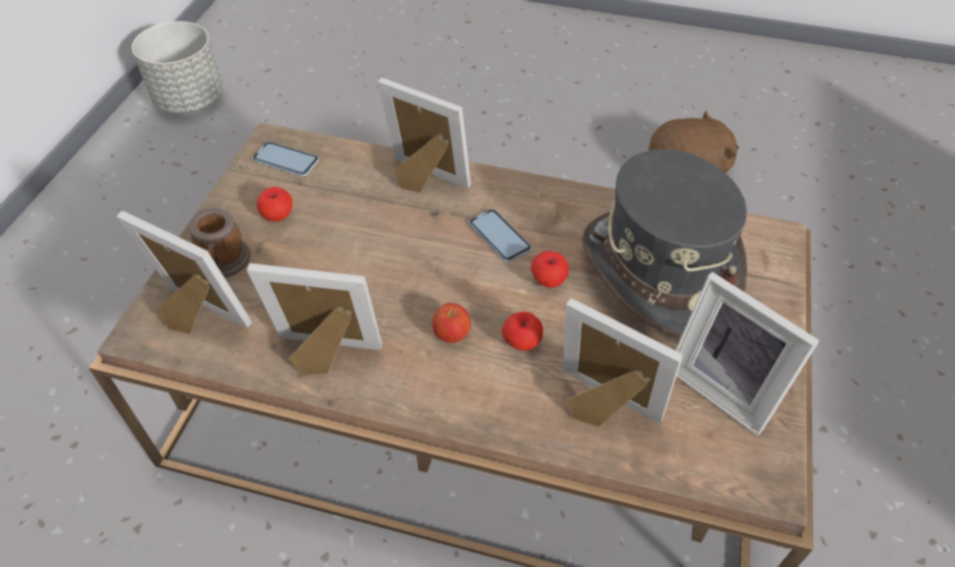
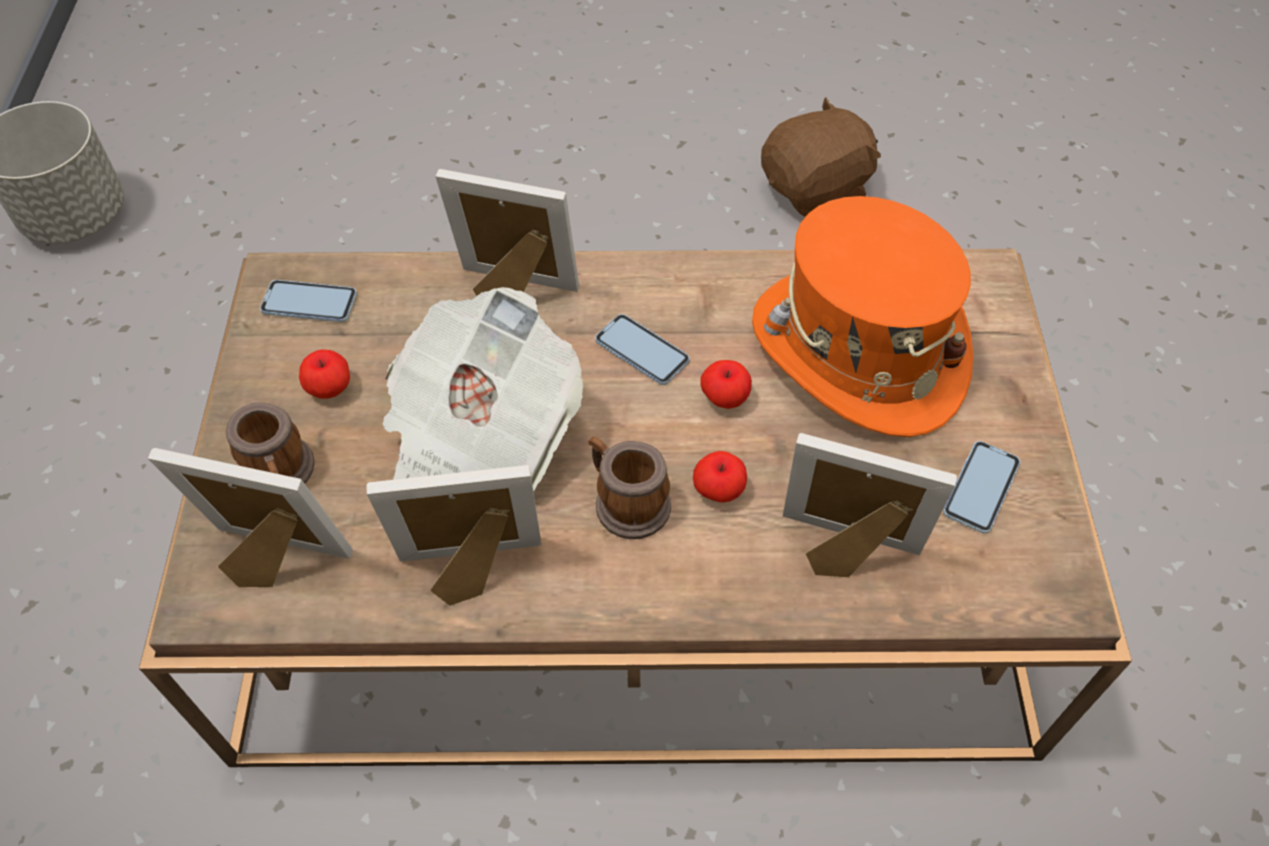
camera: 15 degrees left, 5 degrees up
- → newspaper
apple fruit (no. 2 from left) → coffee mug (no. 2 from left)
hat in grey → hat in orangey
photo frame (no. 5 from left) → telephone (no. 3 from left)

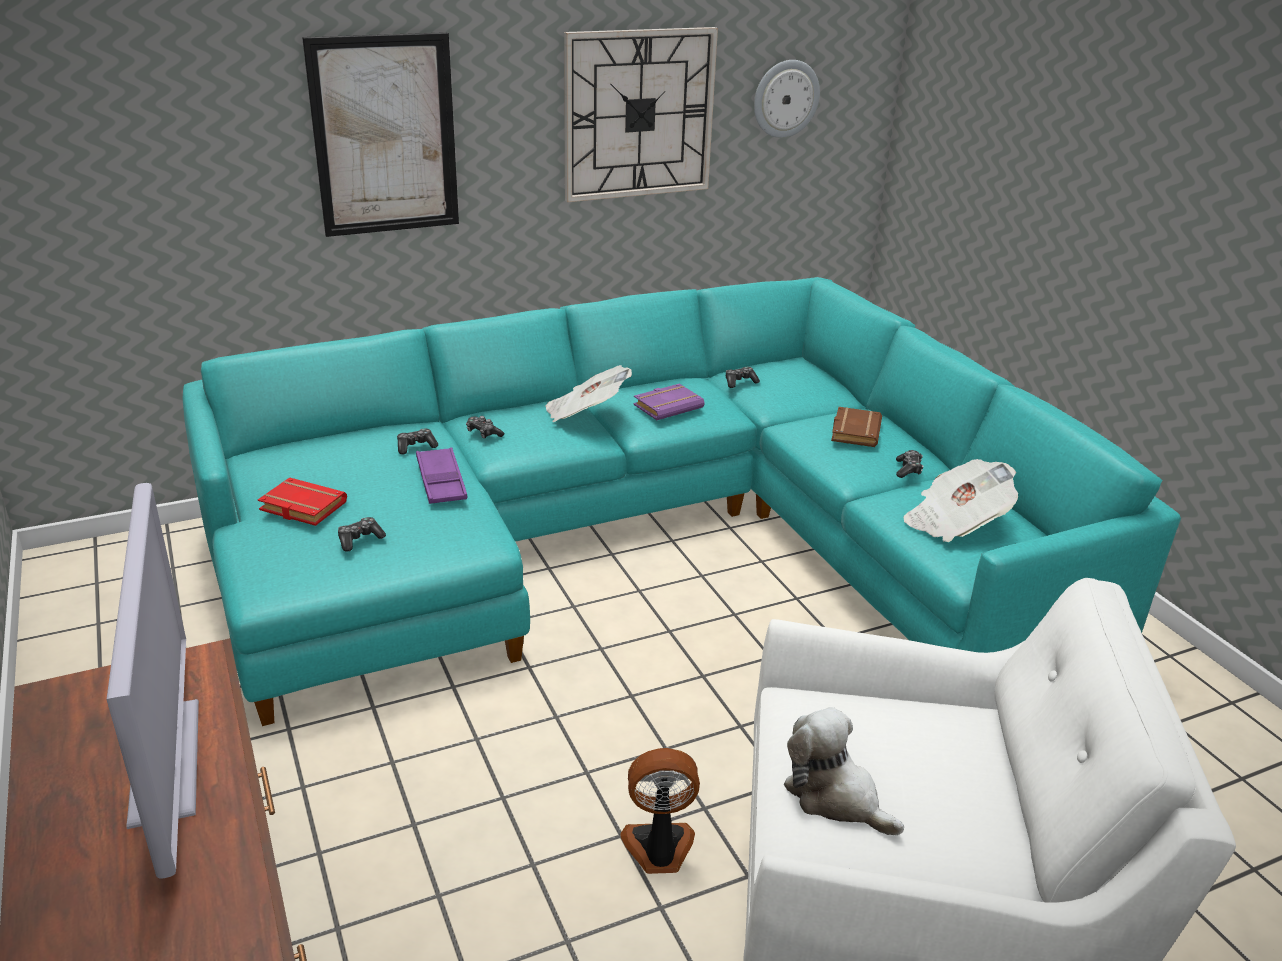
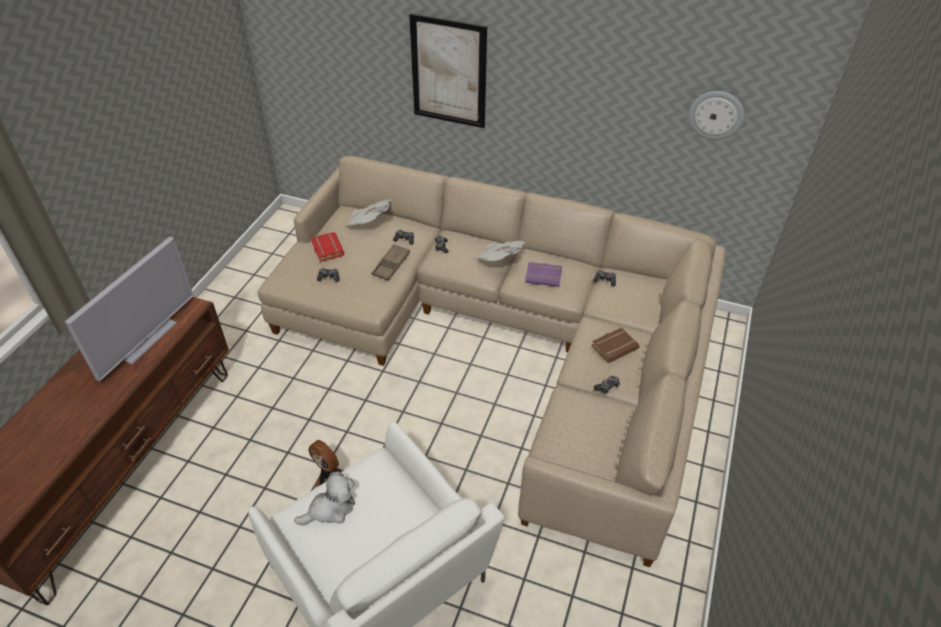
camera: 45 degrees right, 15 degrees up
couch in turquoise-coloured → couch in sand-coloured
cuddly toy, 60 degrees clockwise
newspaper (no. 2 from left in the first image) → newspaper (no. 1 from left), shifted
carrying tray in purple → carrying tray in brownish
hanging clock (no. 1 from left) → -

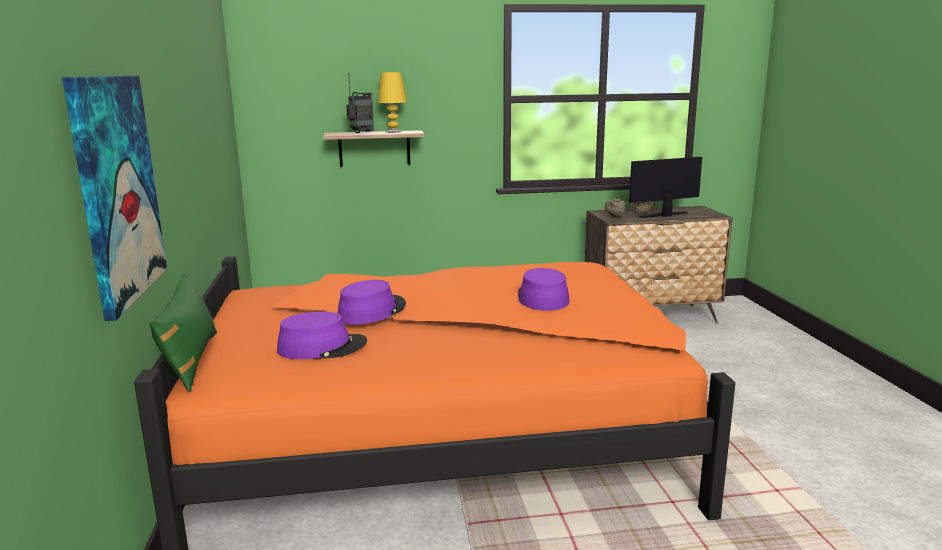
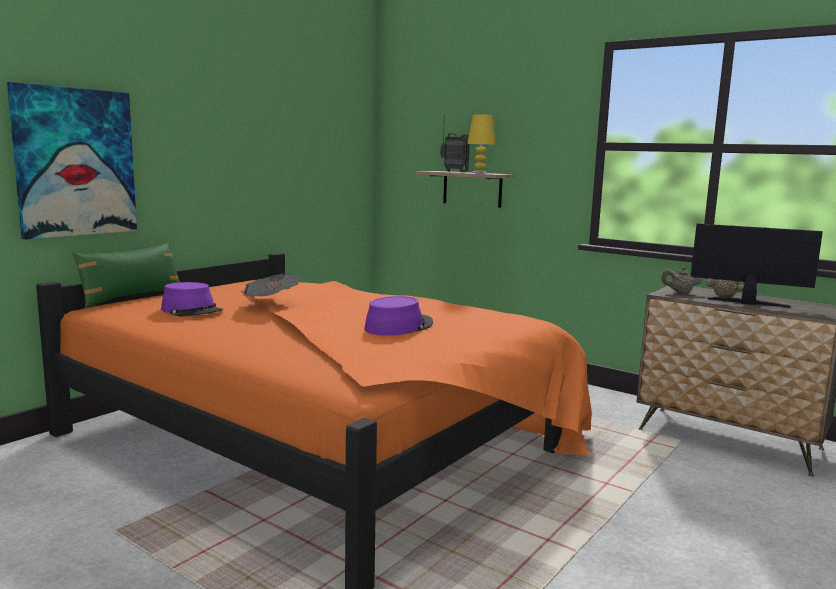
camera: 45 degrees right, 5 degrees down
hat in purple (no. 2 from left) → newspaper

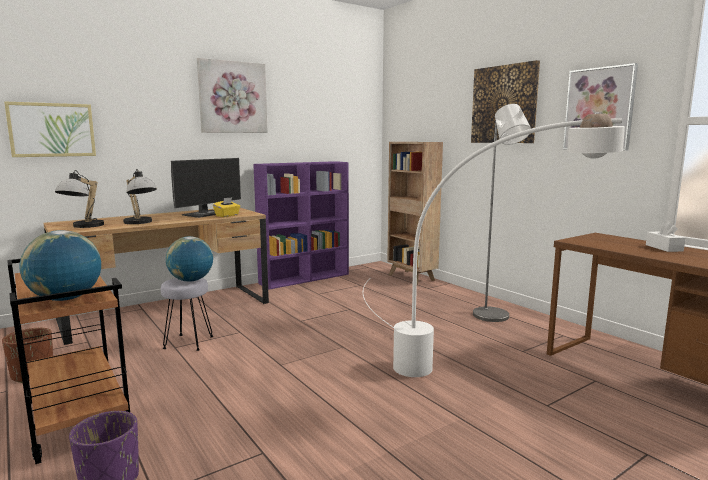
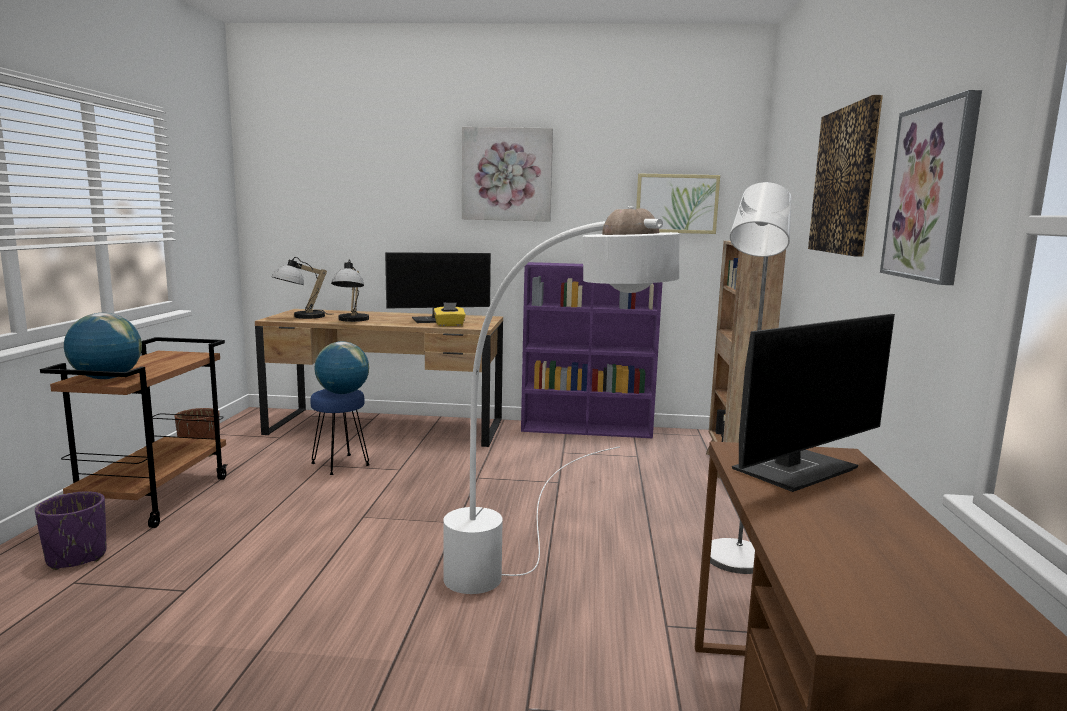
camera: 40 degrees right, 0 degrees up
sitting stool in grey → sitting stool in blue
wall art (no. 1 from left in the first image) → wall art (no. 2 from left), shifted
- → computer screen (no. 2 from left)
tissue holder in white-coloured → -

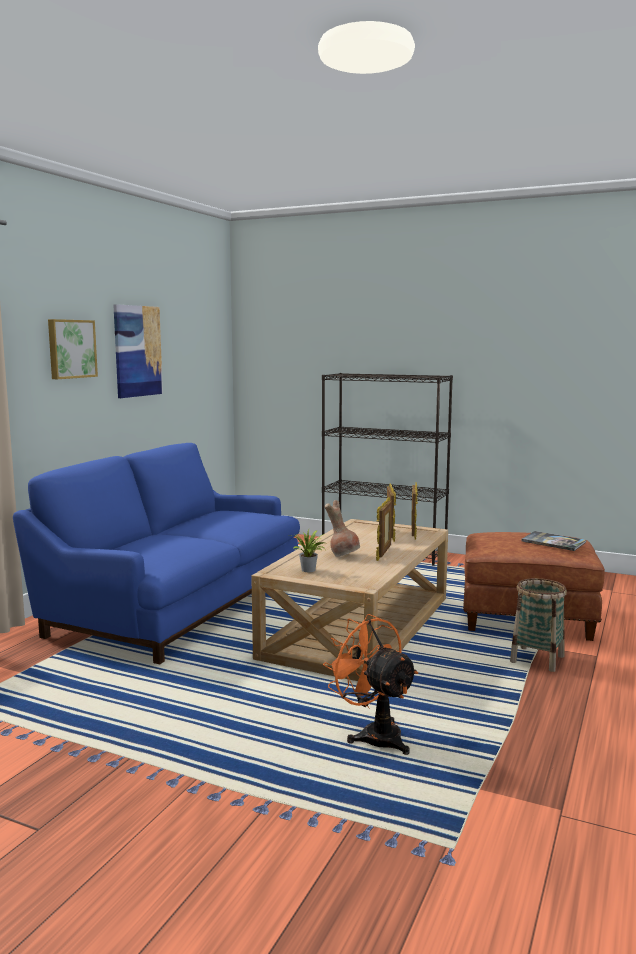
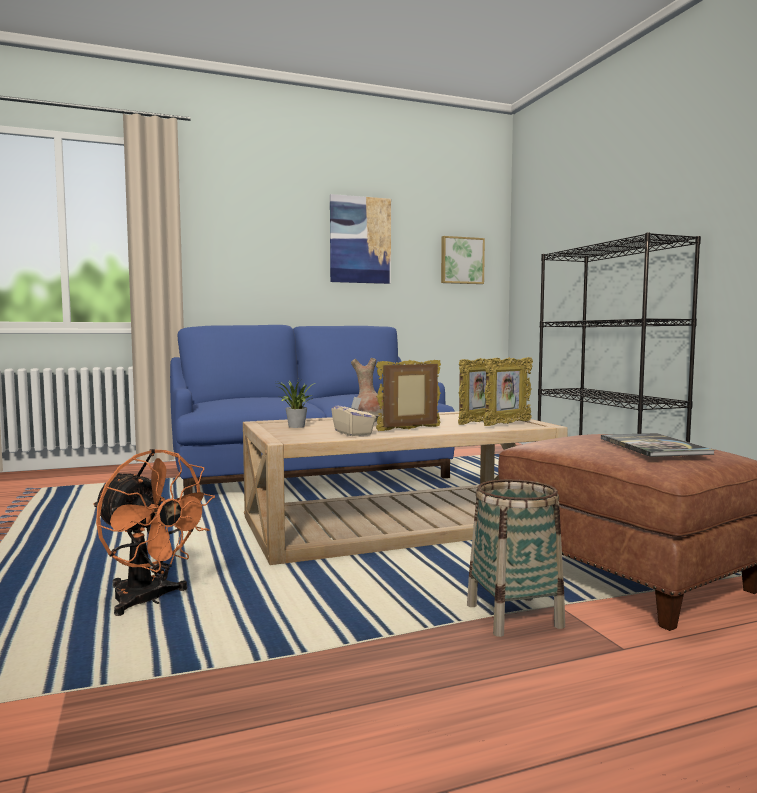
camera: 45 degrees right, 5 degrees down
electric fan in orangey, 120 degrees clockwise
- → tissue holder in sand-coloured
wall art (no. 1 from left in the first image) → wall art (no. 2 from left), shifted

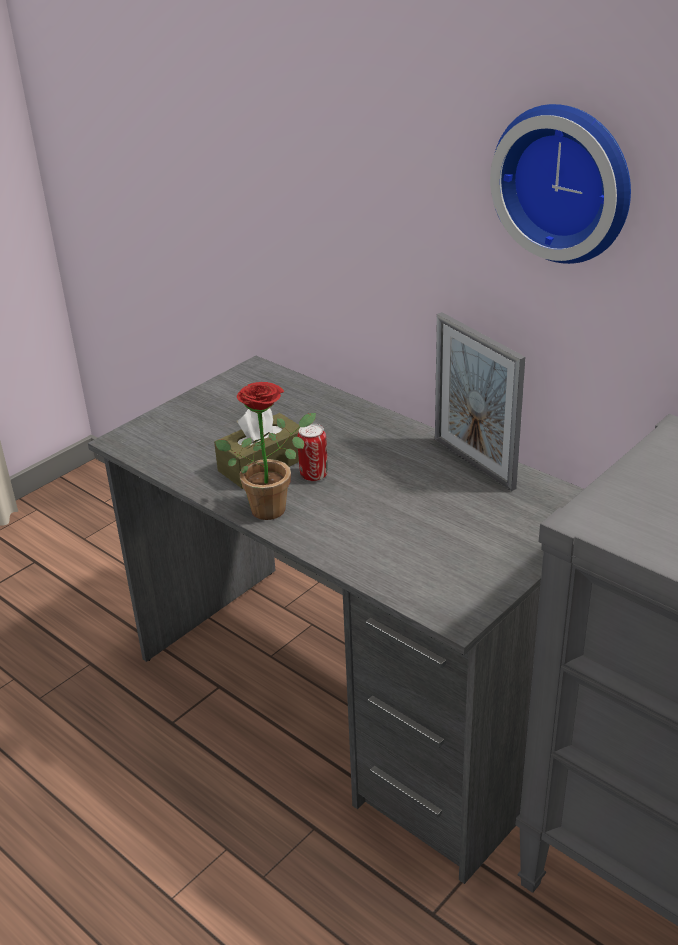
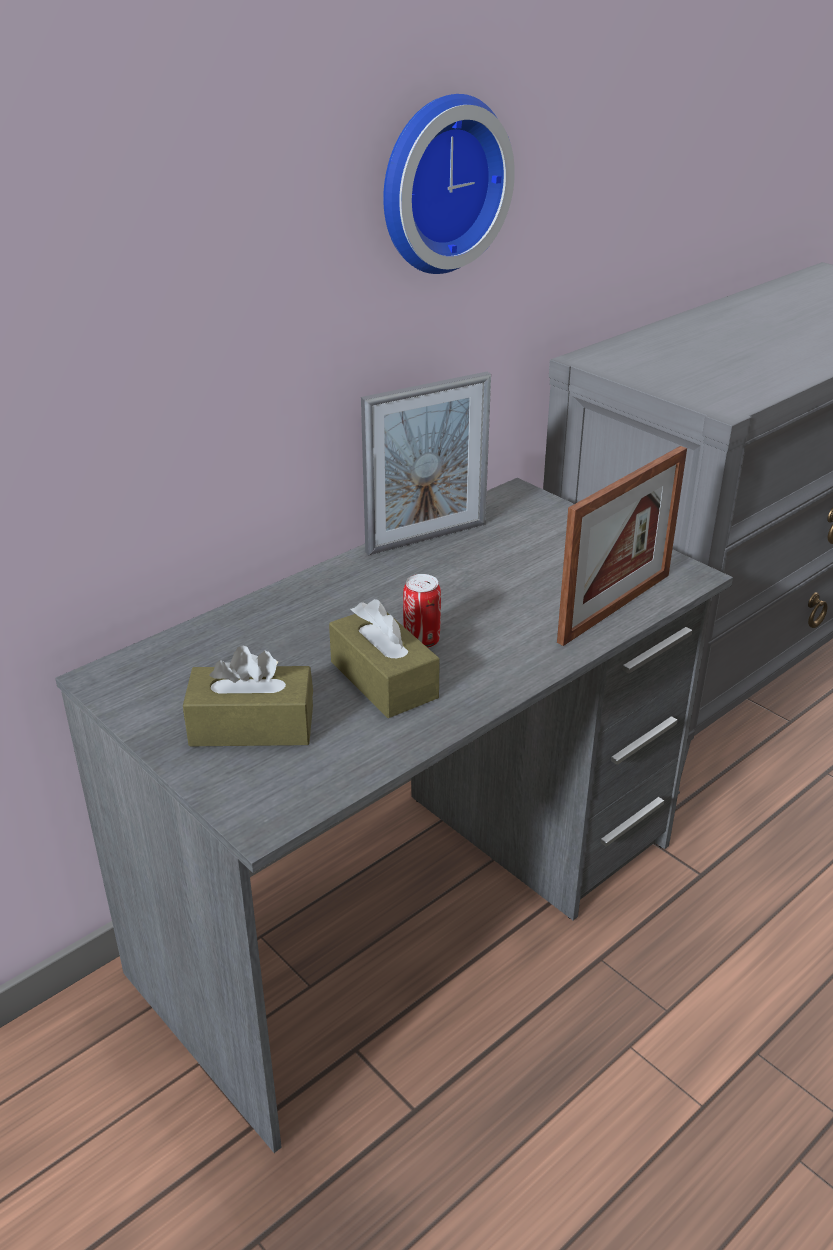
camera: 85 degrees left, 0 degrees up
- → tissue holder in brownish (no. 1 from left)
- → photo frame (no. 2 from left)
potted plant → -

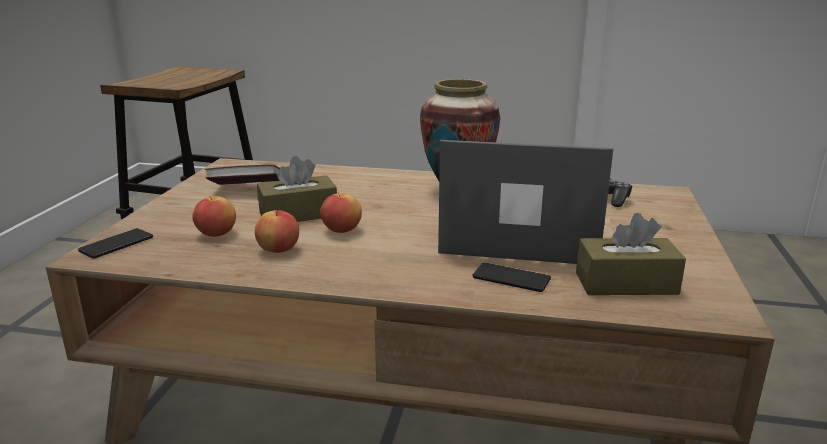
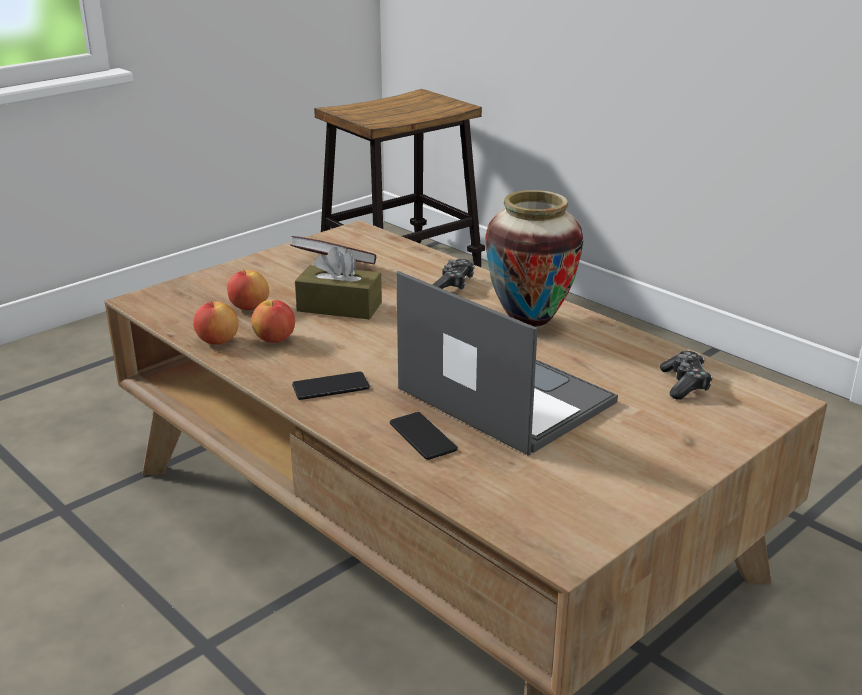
camera: 35 degrees right, 5 degrees up
apple fruit (no. 3 from left in the first image) → apple fruit (no. 1 from left), shifted
telephone (no. 1 from left), shifted
- → gamepad (no. 1 from left)
tissue holder in brownish (no. 2 from left) → -

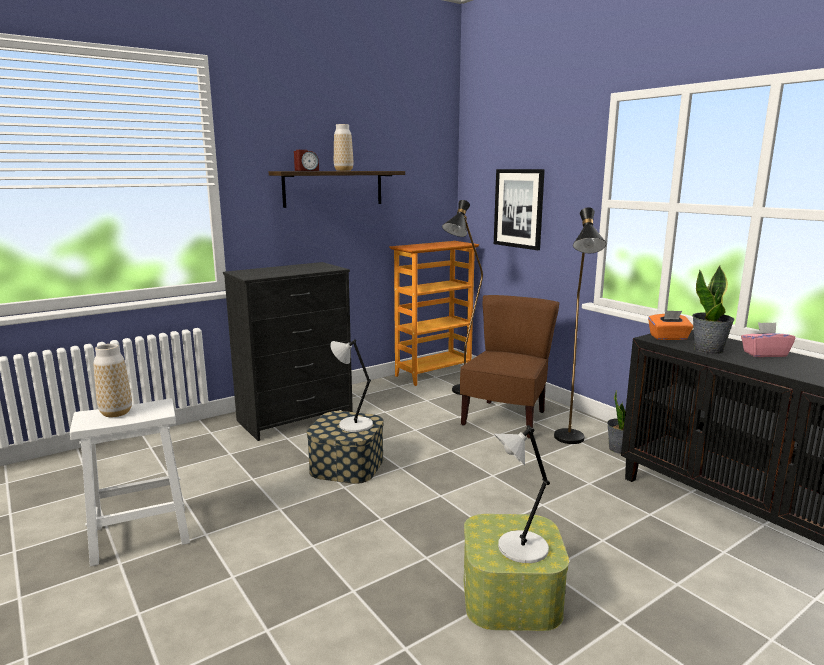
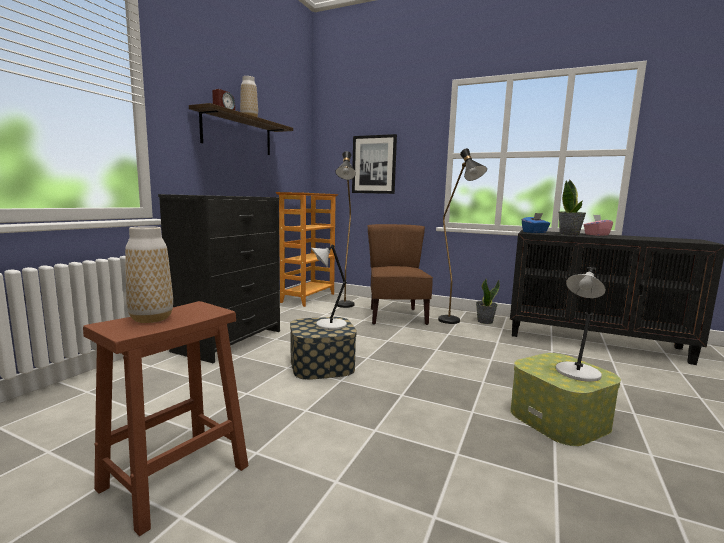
camera: 30 degrees left, 5 degrees down
sitting stool in white-coloured → sitting stool in brownish
tissue holder in orangey → tissue holder in blue

